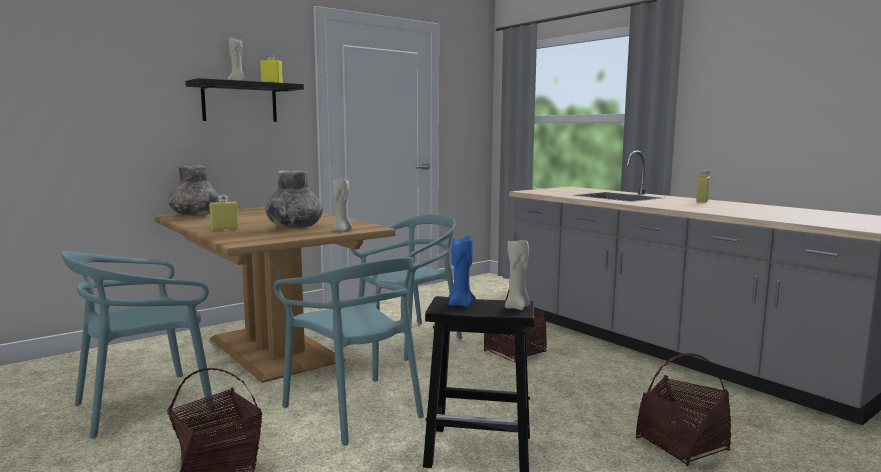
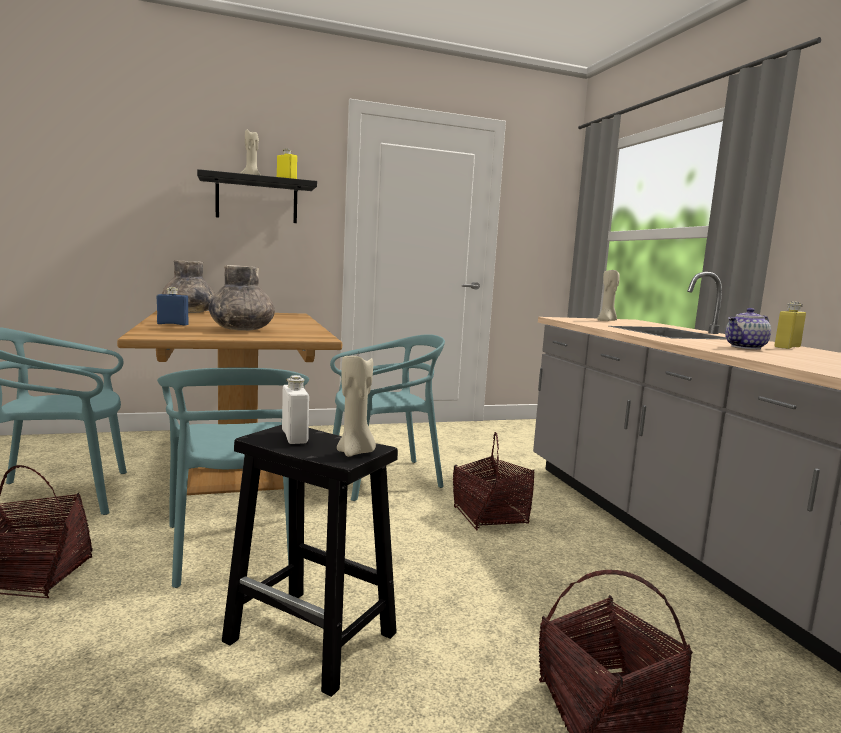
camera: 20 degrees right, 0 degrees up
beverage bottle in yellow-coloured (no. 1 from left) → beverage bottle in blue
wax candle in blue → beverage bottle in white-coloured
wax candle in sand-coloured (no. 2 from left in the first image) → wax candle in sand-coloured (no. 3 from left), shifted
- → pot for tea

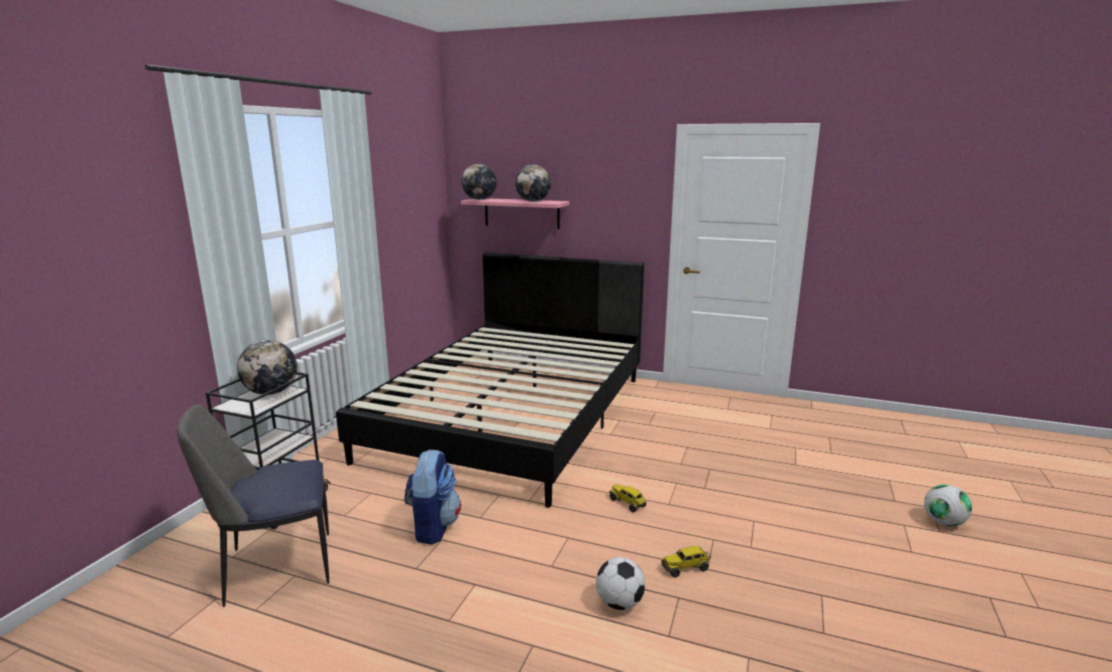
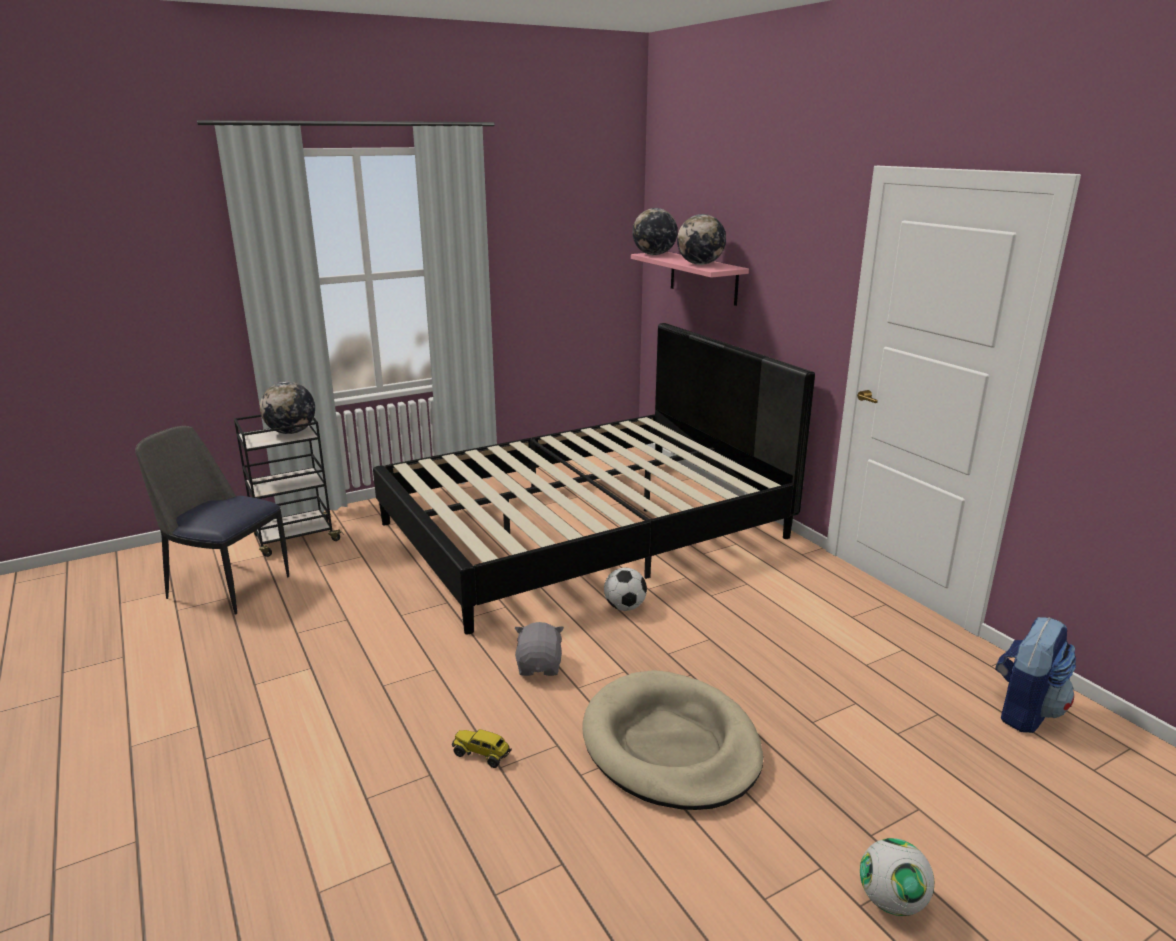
camera: 40 degrees right, 5 degrees up
toy lorry (no. 1 from left) → cuddly toy in grey
- → dog bed in sand-coloured
football (no. 1 from left), shifted
knapsack, shifted

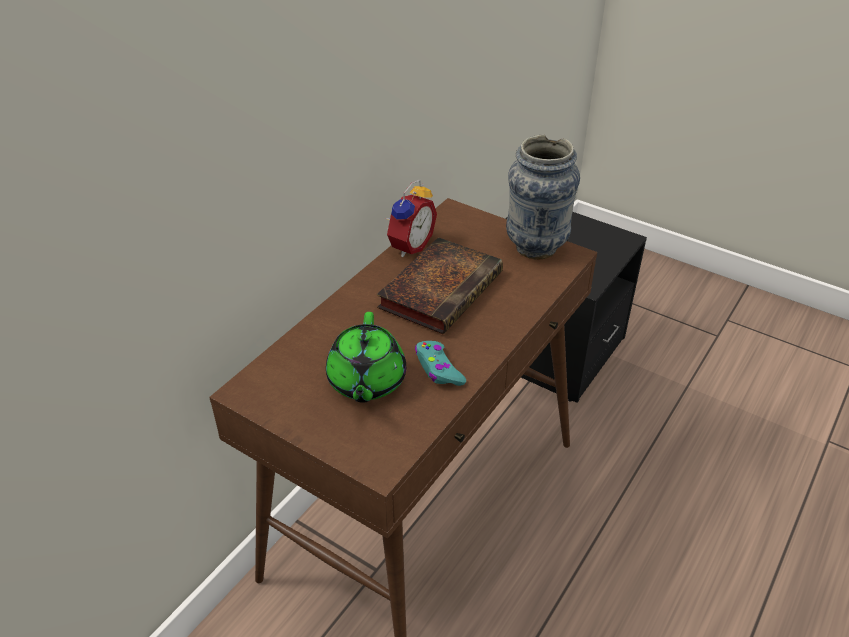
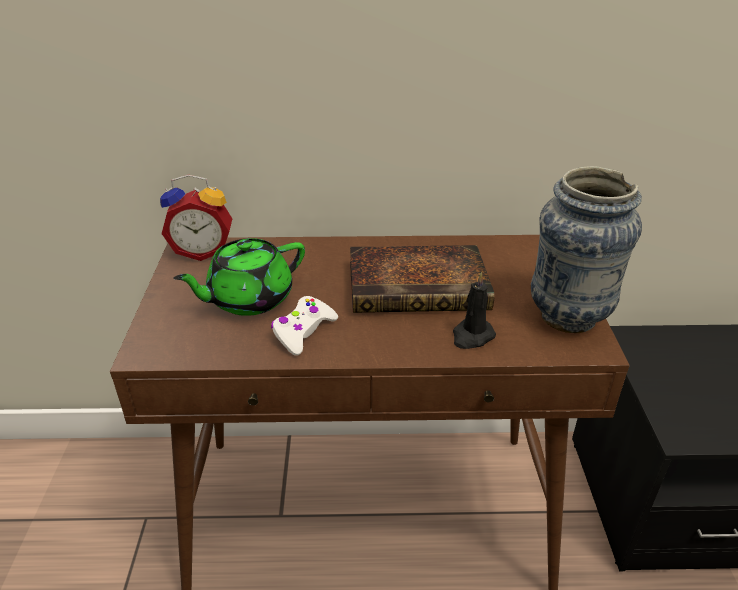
camera: 55 degrees right, 5 degrees down
table clock, shifted
gamepad in turquoise-coloured → gamepad in white-coloured
- → wax candle in blackish

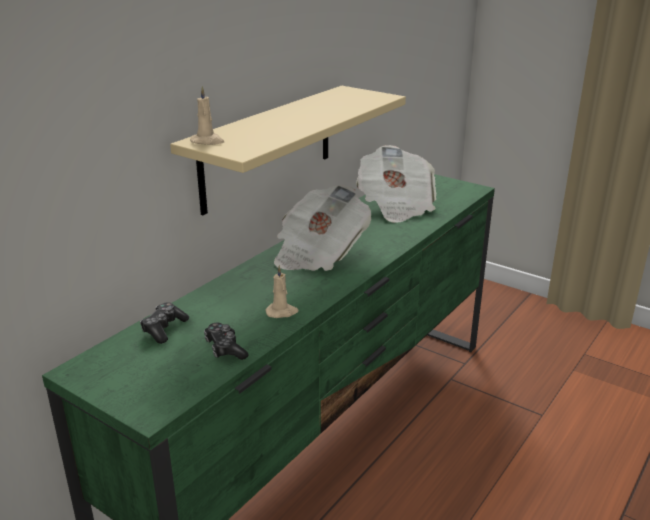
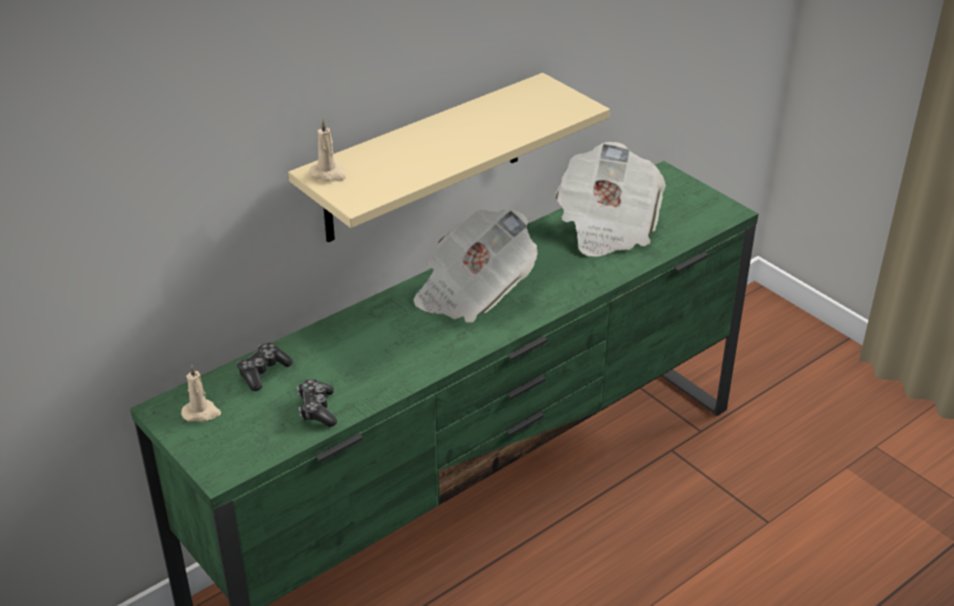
camera: 15 degrees right, 10 degrees up
wax candle in sand-coloured (no. 2 from left in the first image) → wax candle in sand-coloured (no. 1 from left), shifted

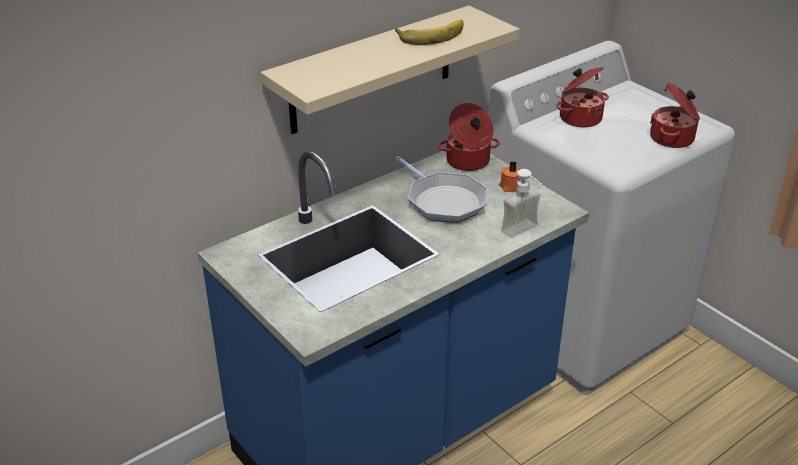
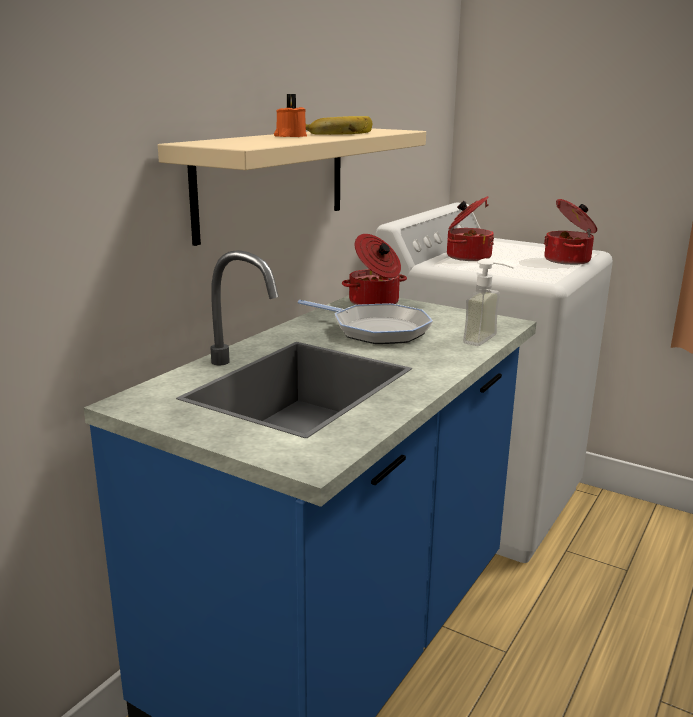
camera: 20 degrees left, 15 degrees down
wax candle in orangey, shifted

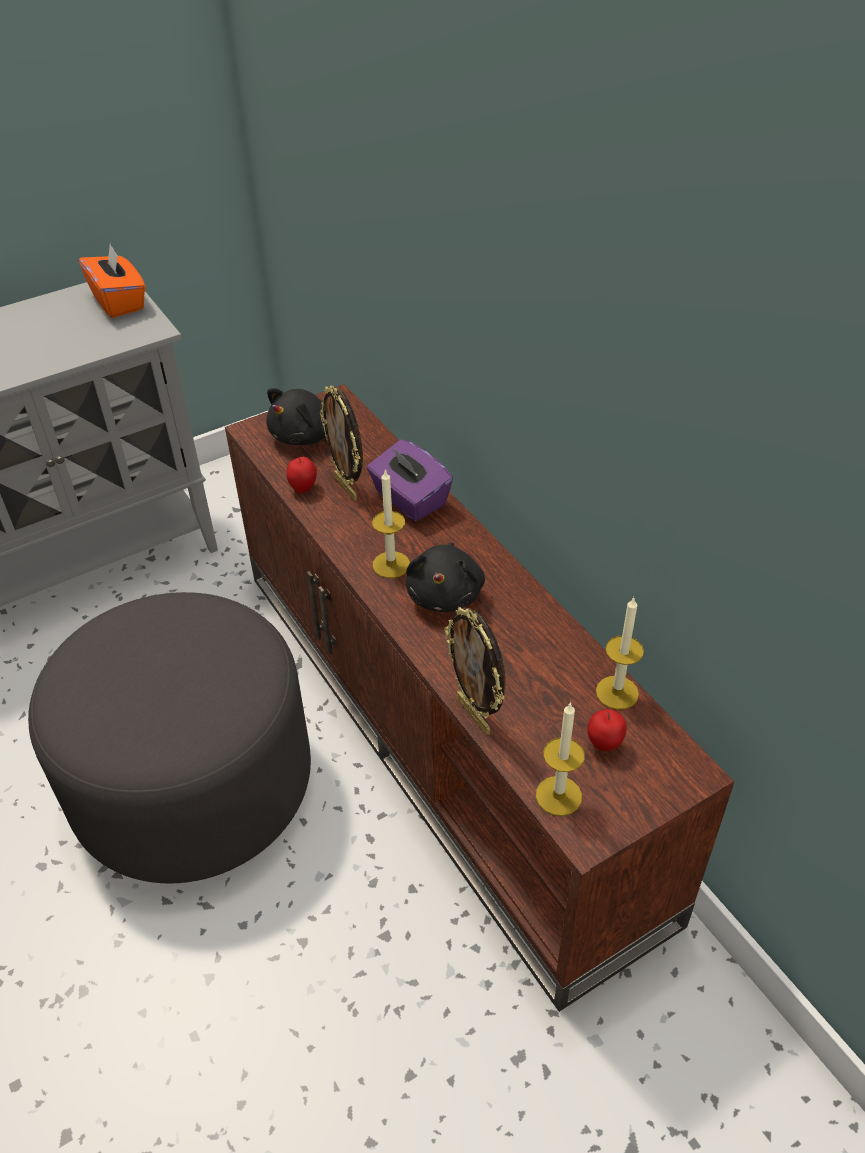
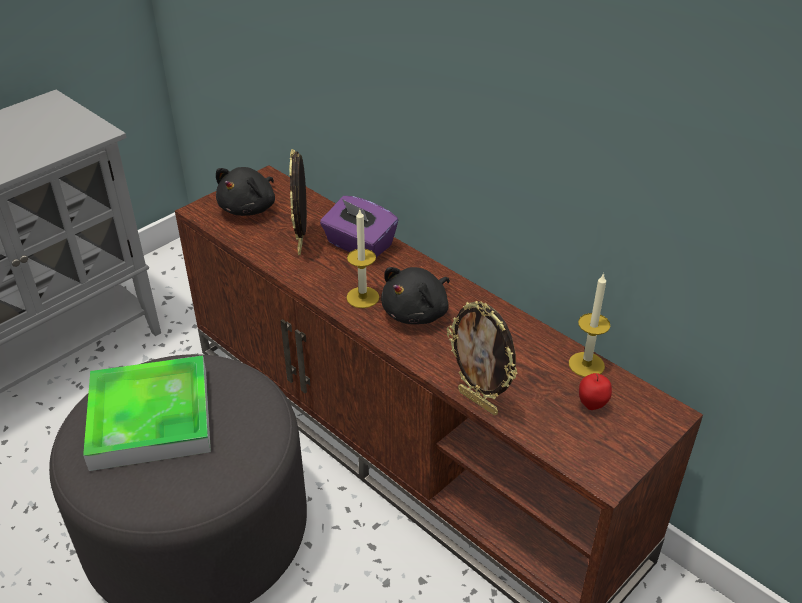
camera: 15 degrees left, 5 degrees down
- → carrying tray
photo frame (no. 1 from left), 45 degrees clockwise
cuddly toy in blackish (no. 2 from left), 45 degrees clockwise
tissue holder in orangey → -
apple fruit (no. 1 from left) → -
wax candle (no. 2 from left) → -

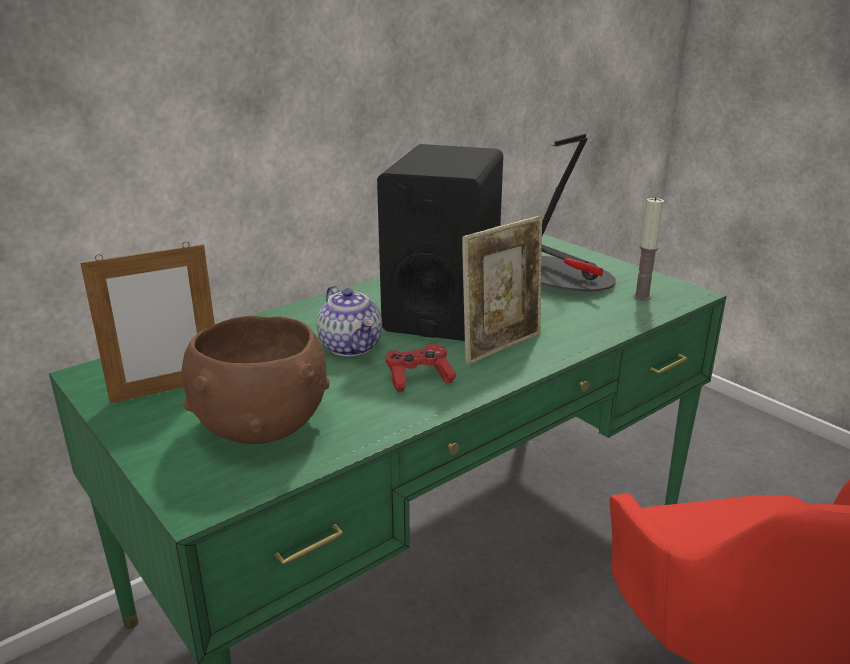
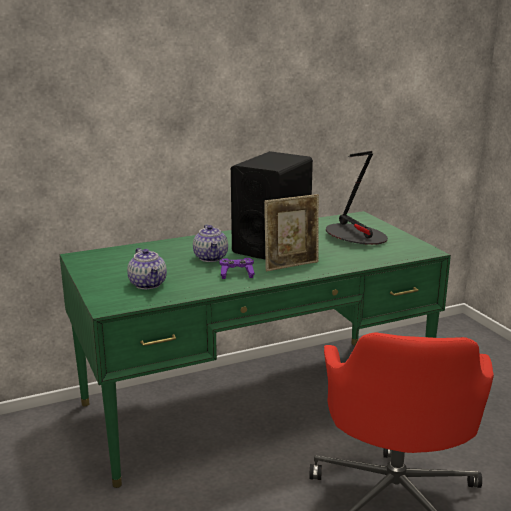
camera: 15 degrees right, 5 degrees down
serving bowl in brownish → pot for tea (no. 1 from left)
gamepad in reddish → gamepad in purple
photo frame (no. 1 from left) → -
wax candle → -

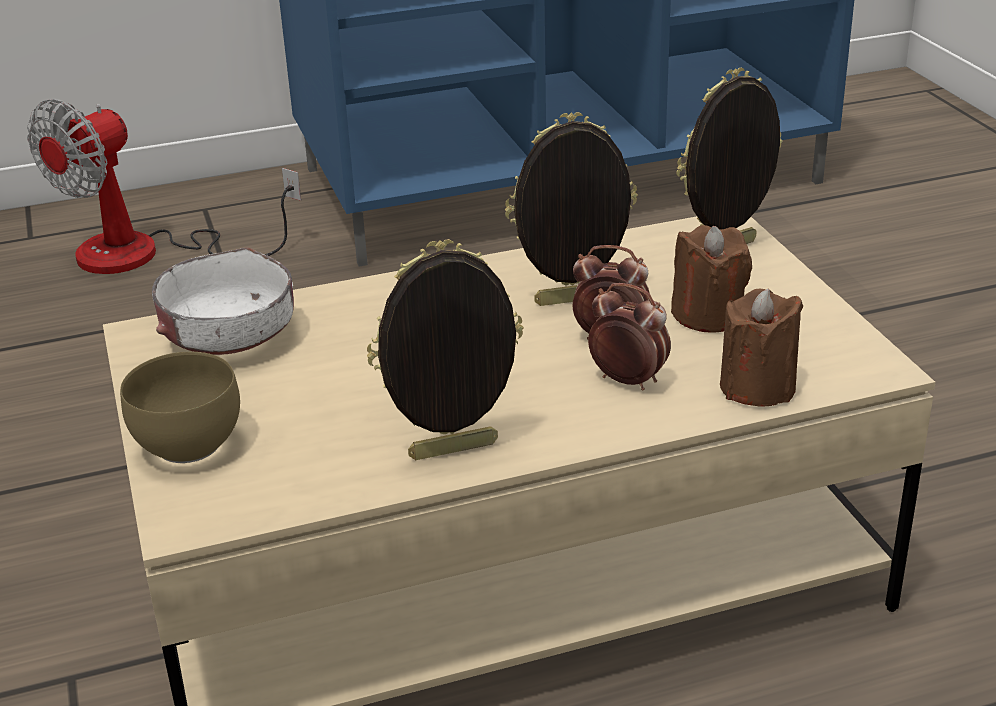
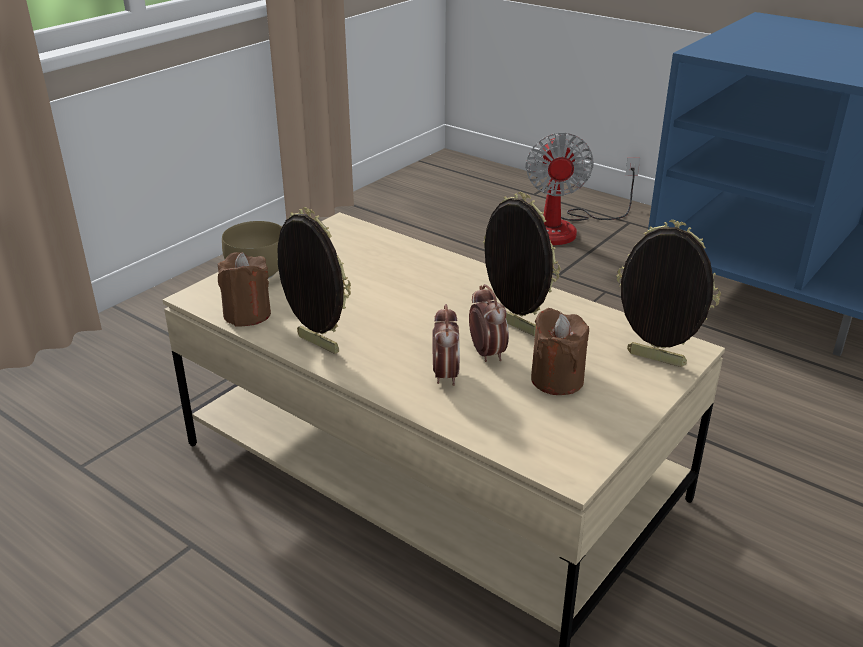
camera: 55 degrees right, 0 degrees up
wax candle in brownish (no. 2 from left in the first image) → wax candle in brownish (no. 1 from left), shifted
electric fan, 90 degrees counterclockwise
serving bowl in white-coloured → -

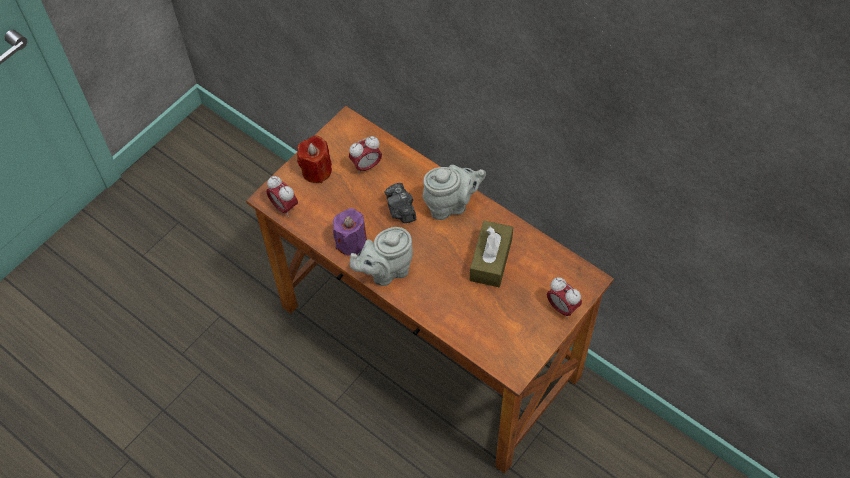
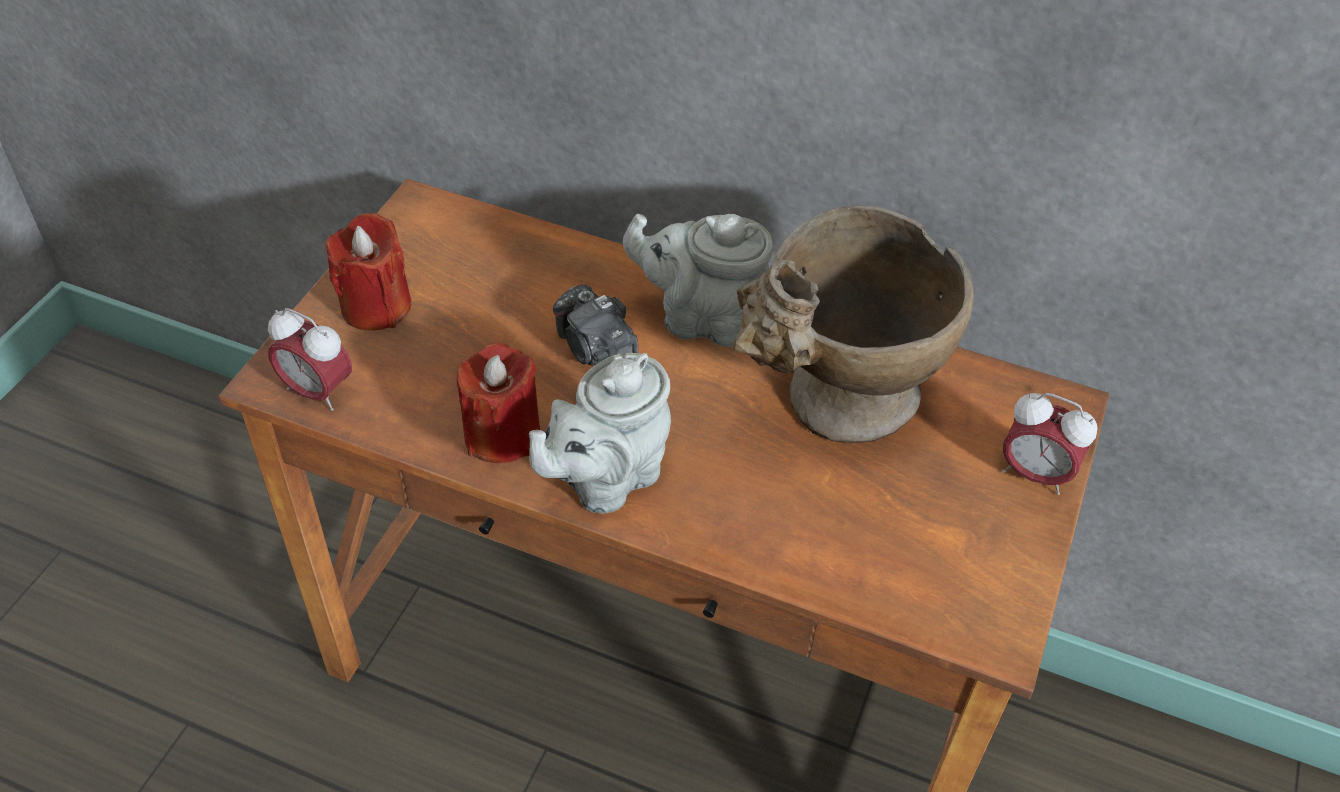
camera: 20 degrees left, 10 degrees down
wax candle in purple → wax candle in reddish (no. 2 from left)
pot for tea in grey (no. 2 from left), 135 degrees counterclockwise
tissue holder in brownish → decorative vase in sand-coloured
table clock (no. 2 from left) → -

